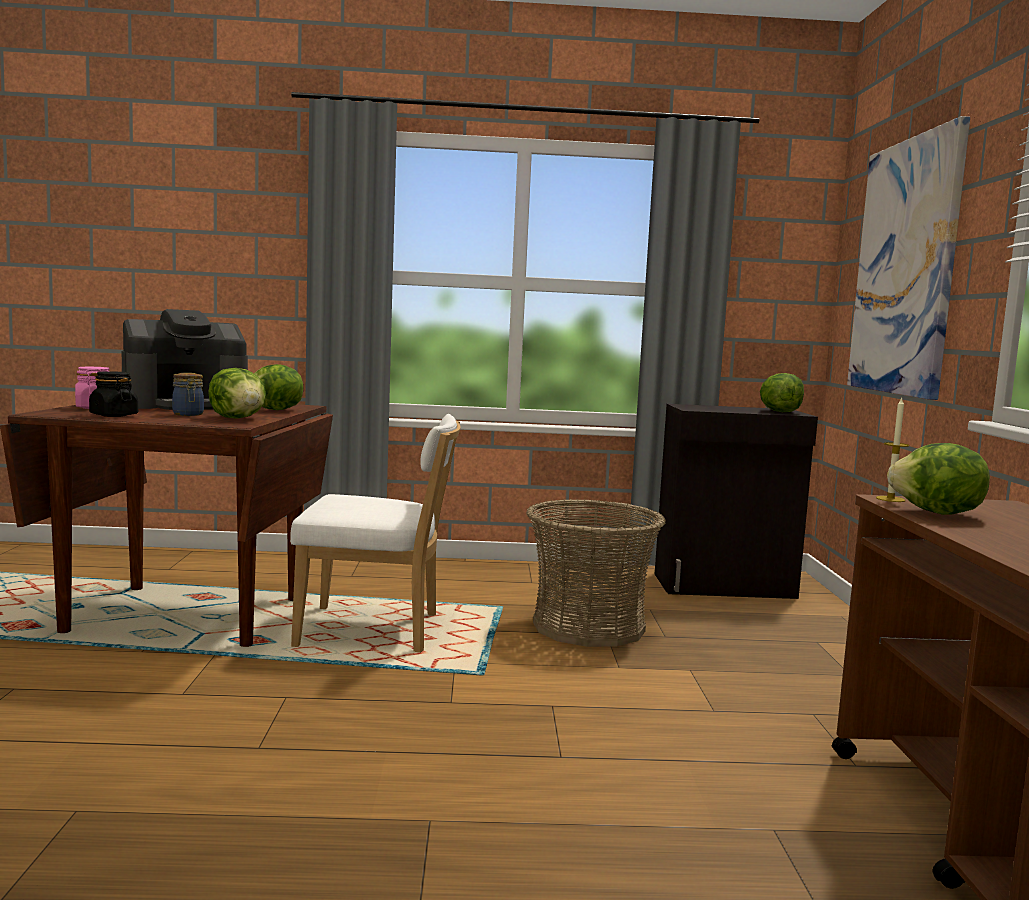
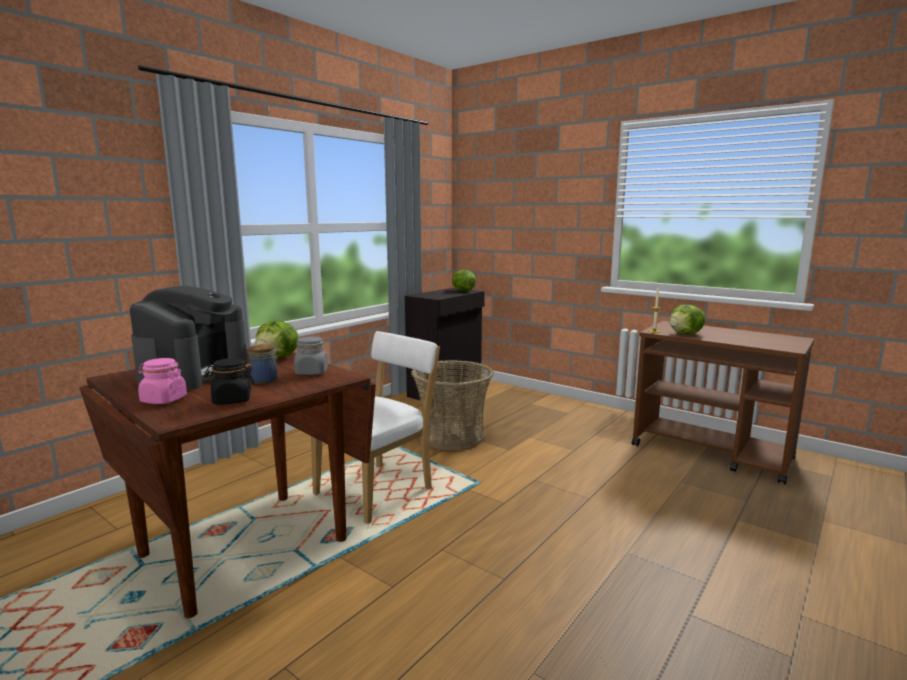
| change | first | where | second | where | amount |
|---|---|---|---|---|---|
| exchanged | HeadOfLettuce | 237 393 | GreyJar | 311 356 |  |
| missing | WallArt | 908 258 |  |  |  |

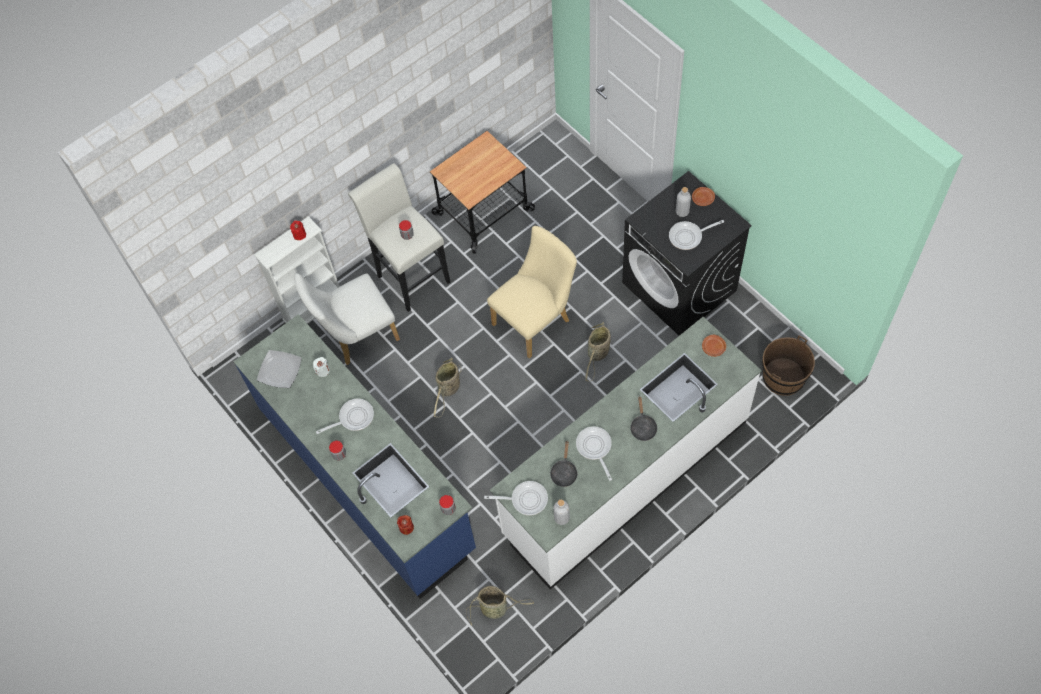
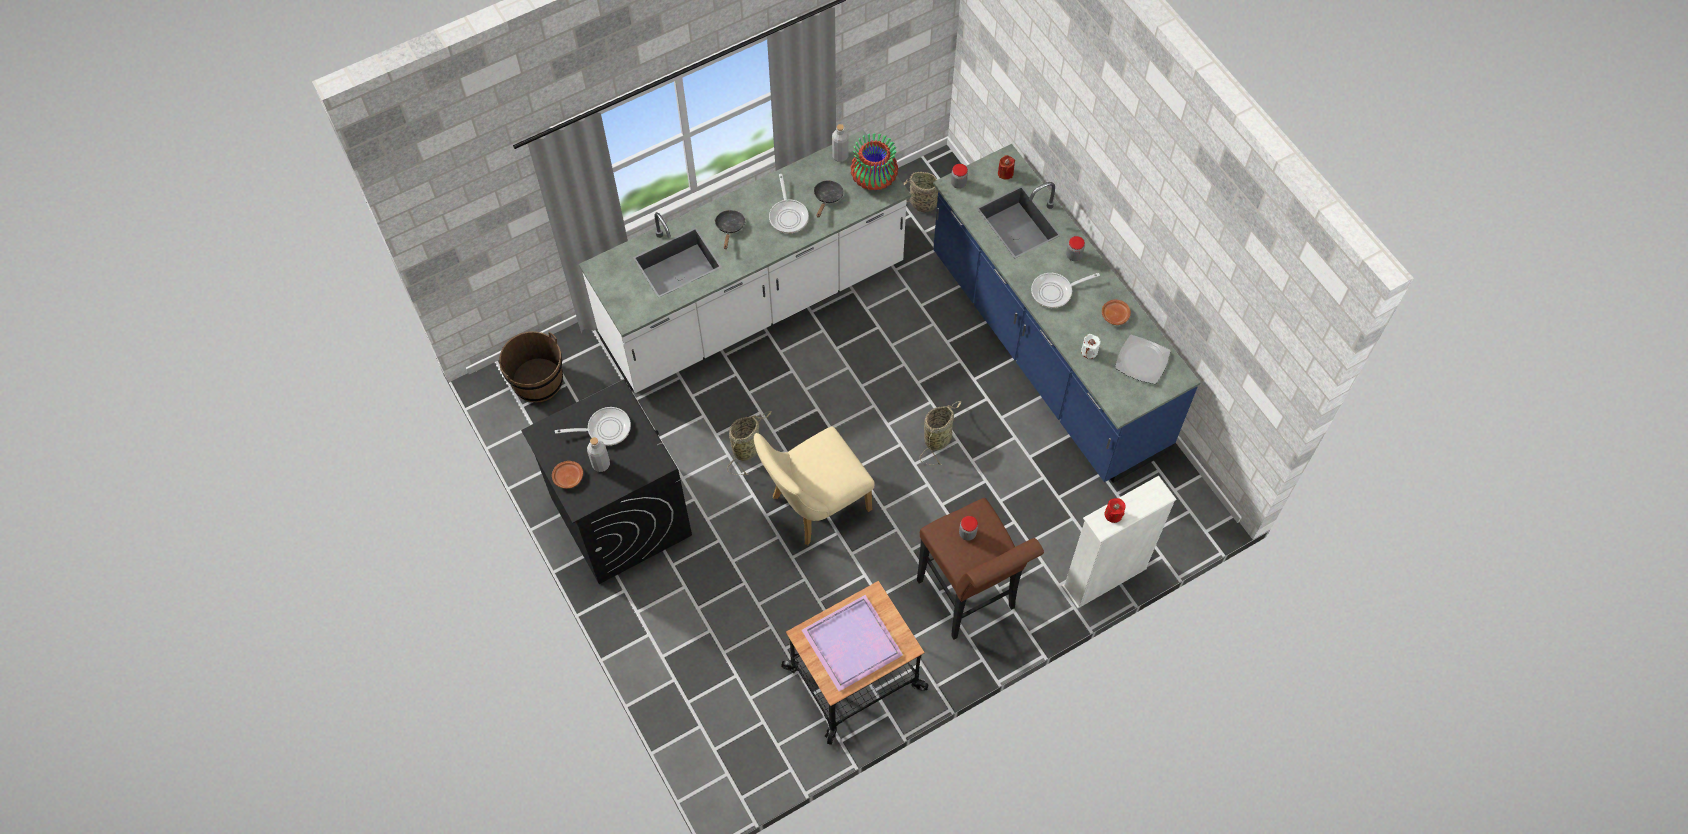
| change | first | where | second | where | amount |
|---|---|---|---|---|---|
| appeared |  |  | PurpleColouredCarryingTray | 852 643 |  |
| exchanged | Skillet | 516 498 | Vase | 874 162 |  |
| colour | WhitishStoolSeat | 399 237 | BrownStoolSeat | 980 568 |  |
| relocated | BrownPlate | 714 346 |  | 1116 312 |  |
| missing | WhitishChair | 347 319 |  |  |  |

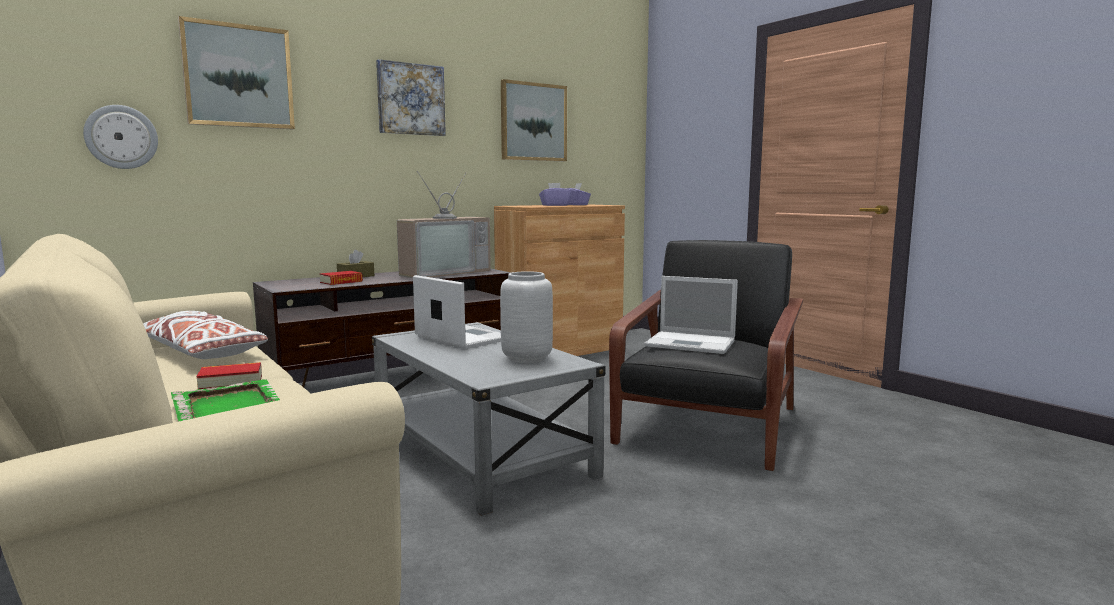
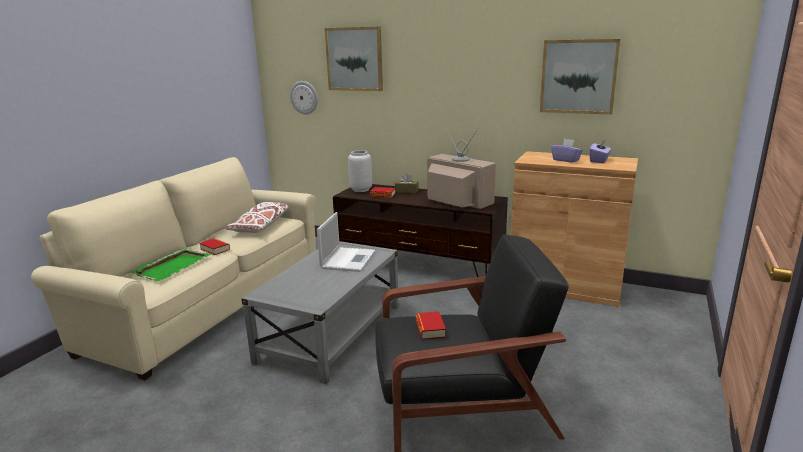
| change | first | where | second | where | amount |
|---|---|---|---|---|---|
| relocated | GreyVase | 526 317 |  | 360 171 |  |
| exchanged | NotebookComputer | 691 315 | BoundBook | 431 325 |  |
| spun | Tv | 444 224 |  | 461 166 | 150 degrees counterclockwise |
| missing | WallArt | 411 97 |  |  |  |

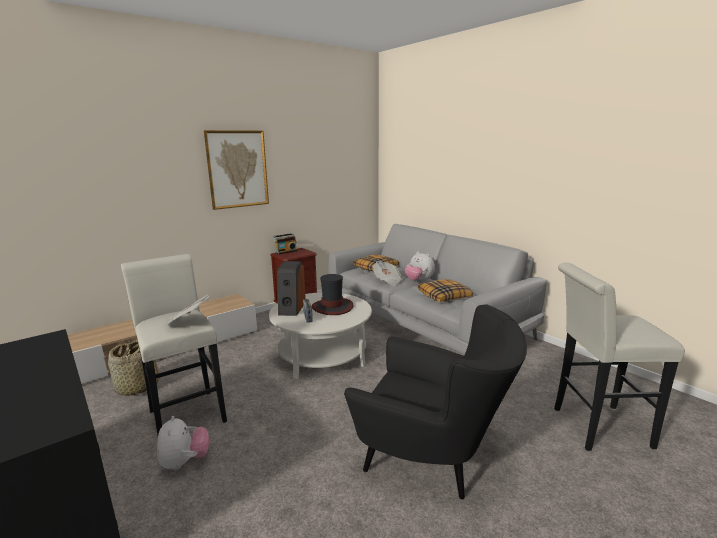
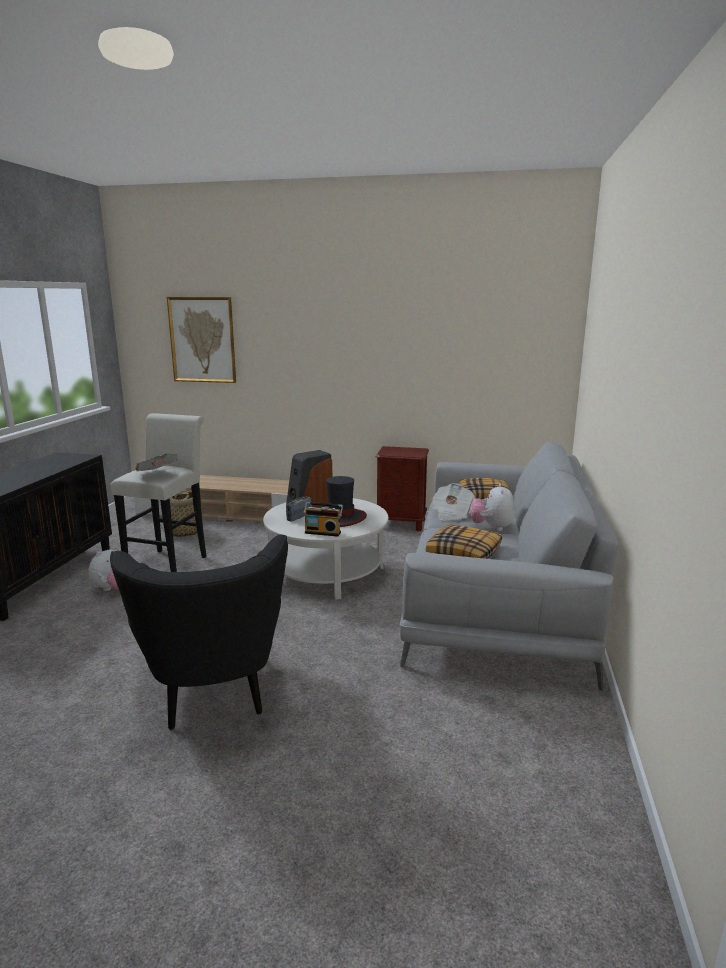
| change | first | where | second | where | amount |
|---|---|---|---|---|---|
| relocated | WallArt | 236 170 |  | 201 340 |  |
| relocated | Radio | 285 243 |  | 323 519 |  |
| missing | WhitishStoolSeat | 619 356 |  |  |  |

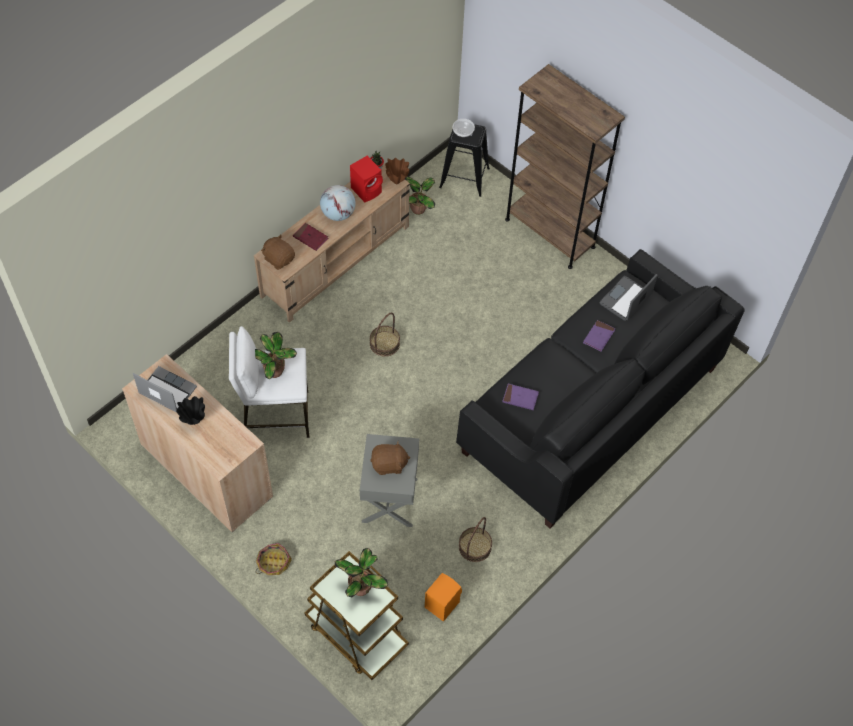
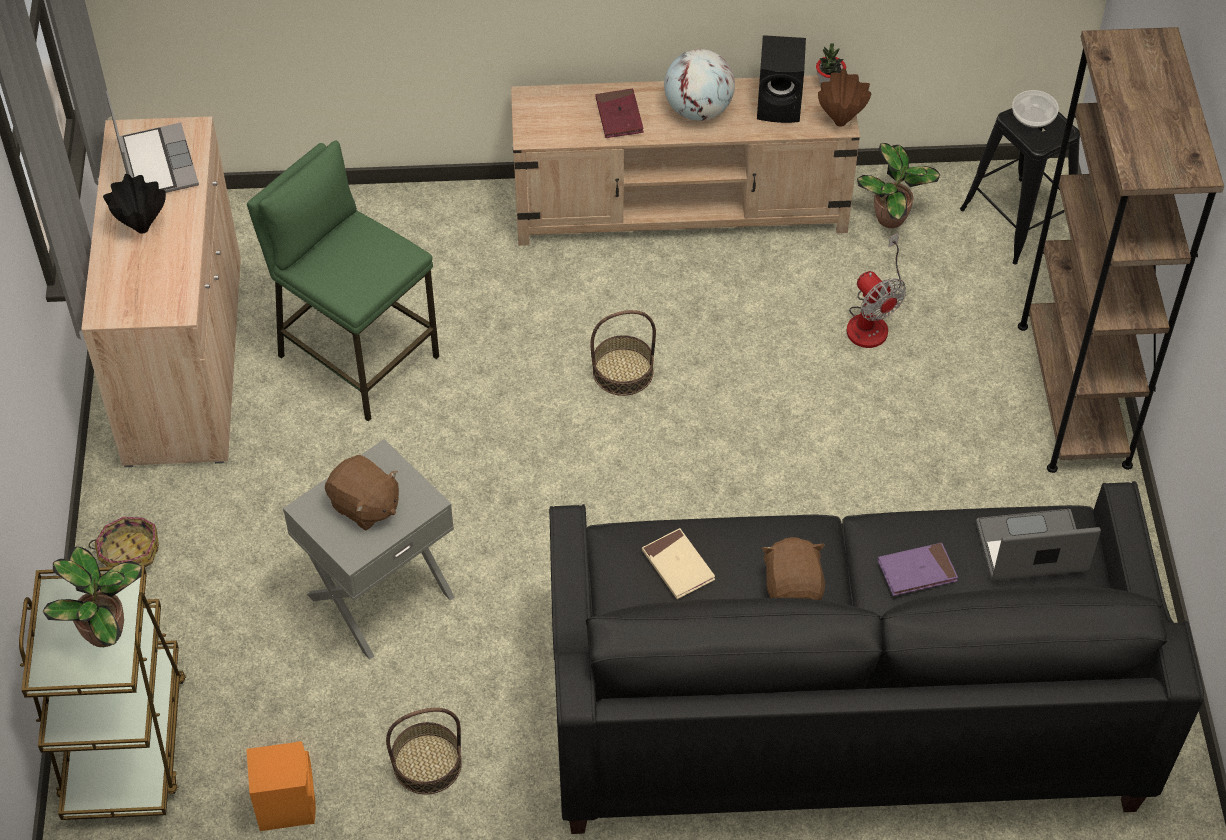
| change | first | where | second | where | amount |
|---|---|---|---|---|---|
| colour | WhitishStoolSeat | 269 382 | GreenishStoolSeat | 343 281 |  |
| colour | PurpleColouredBoundBook | 520 397 | BeigeColouredBoundBook | 678 563 |  |
| colour | RedColouredAudioSpeaker | 366 179 | BlackColouredAudioSpeaker | 781 79 |  |
| relocated | BrownCuddlyToy | 278 252 |  | 793 568 |  |
| appeared |  |  | Fan | 876 290 |  |
| missing | PottedPlant | 276 355 |  |  |  |

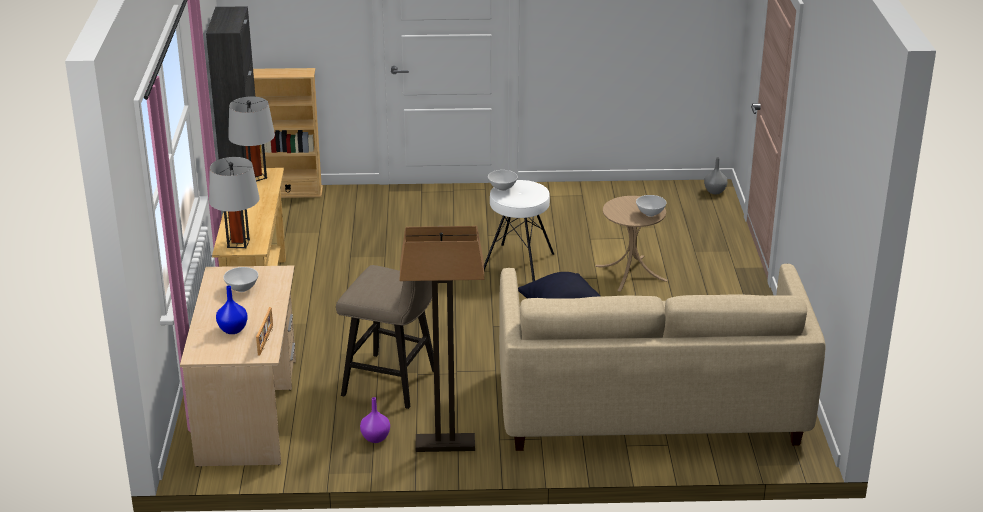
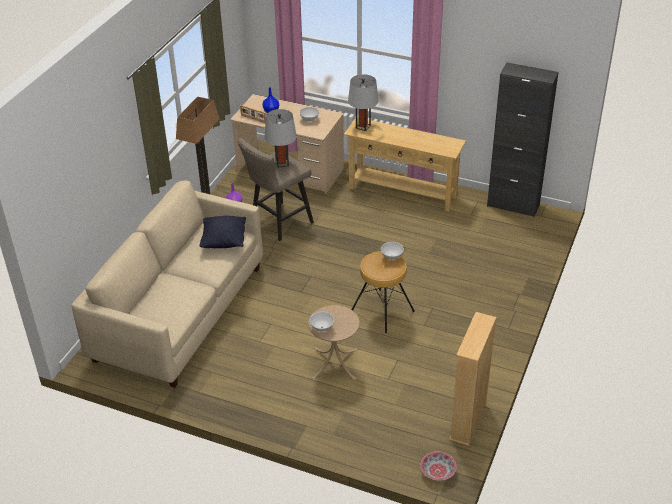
| change | first | where | second | where | amount |
|---|---|---|---|---|---|
| relocated | GreyTabletopLamp | 251 139 |  | 281 138 |  |
| colour | WhitishStoolSeat | 519 230 | BrownStoolSeat | 383 292 |  |
| exchanged | GreyVase | 715 175 | ServingBowl | 438 466 |  |
| relocated | BeigeColouredBookshelf | 288 133 |  | 472 379 |  |

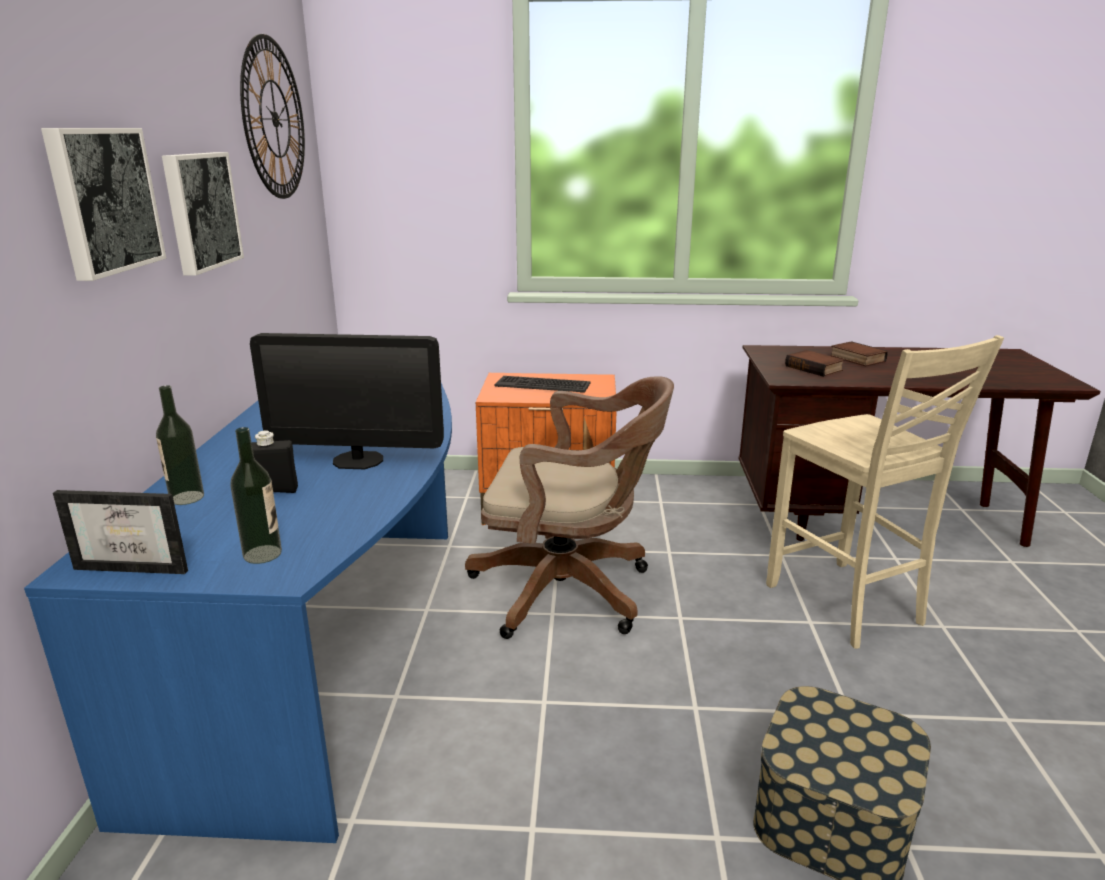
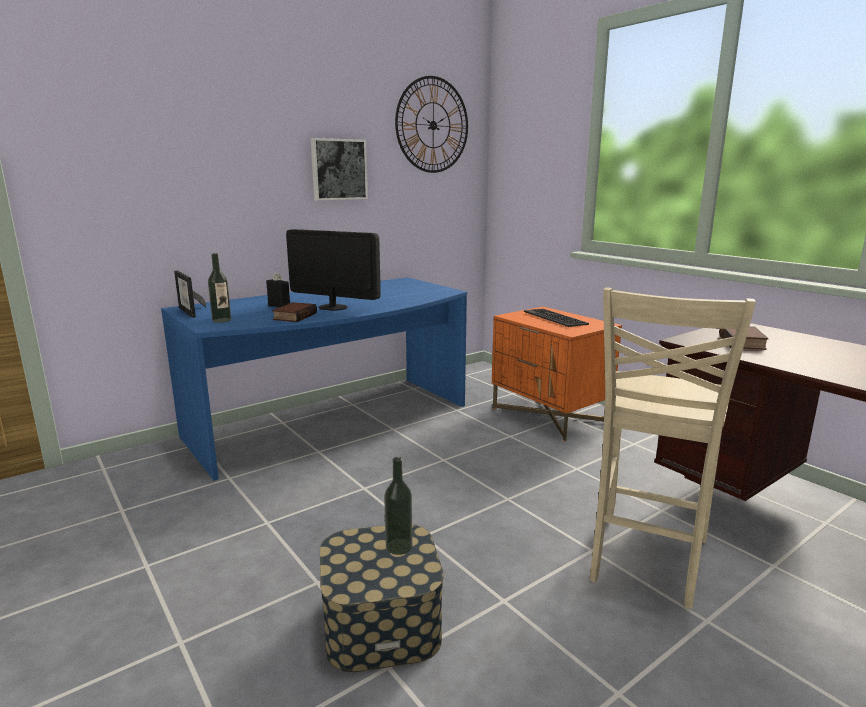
| change | first | where | second | where | amount |
|---|---|---|---|---|---|
| relocated | BoundBook | 859 354 |  | 294 312 |  |
| spun | ComputerScreen | 347 401 |  | 333 270 | 150 degrees clockwise |
| relocated | BeverageBottle | 180 445 |  | 398 506 |  |
| missing | WallArt | 103 204 |  |  |  |
| missing | BrownDeskChair | 569 507 |  |  |  |

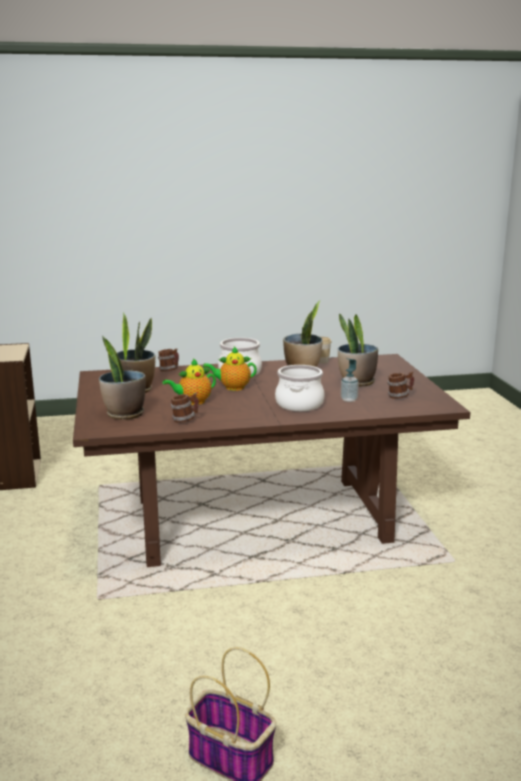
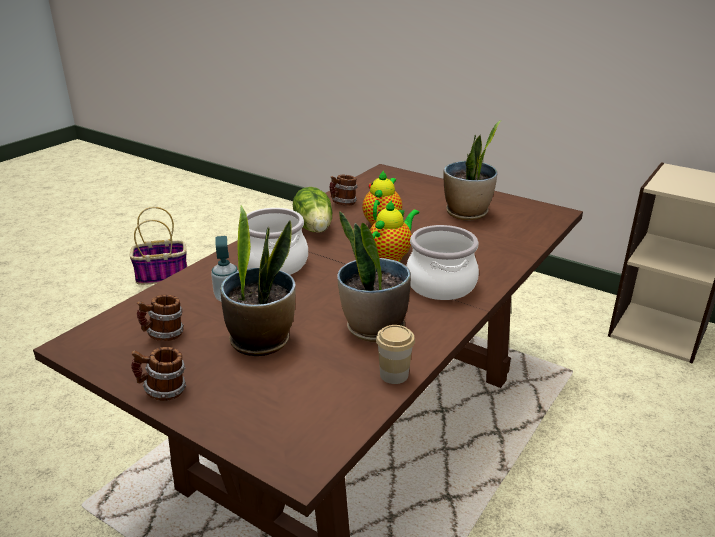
| change | first | where | second | where | amount |
|---|---|---|---|---|---|
| relocated | Mug | 168 360 |  | 158 374 |  |
| appeared |  |  | HeadOfLettuce | 312 210 |  |
| missing | PottedPlant | 122 378 |  |  |  |

